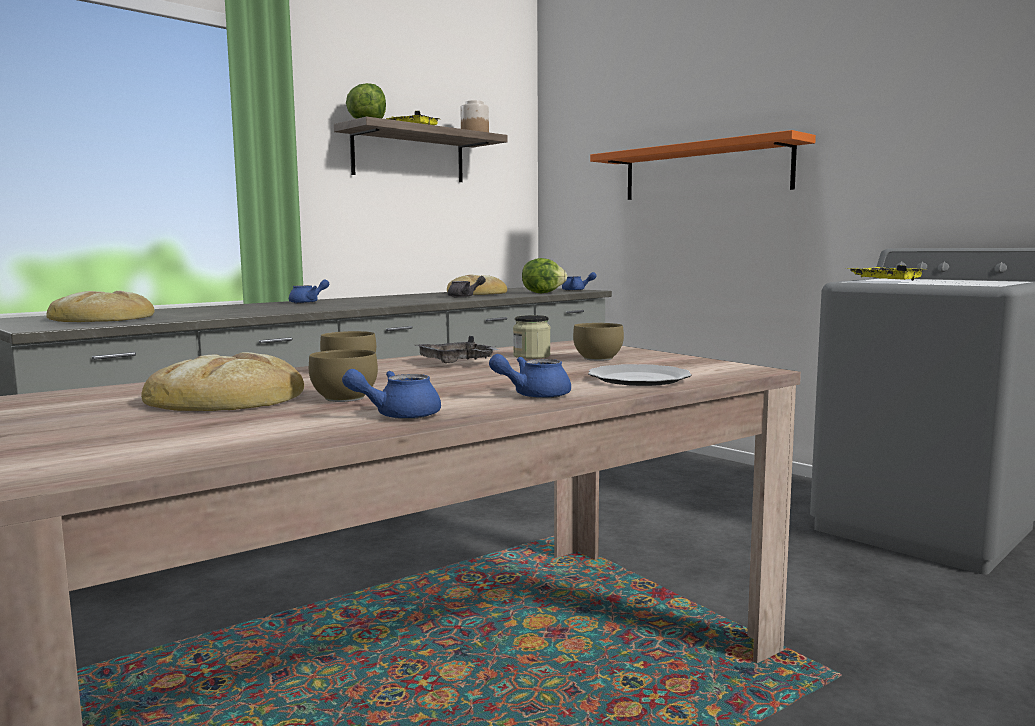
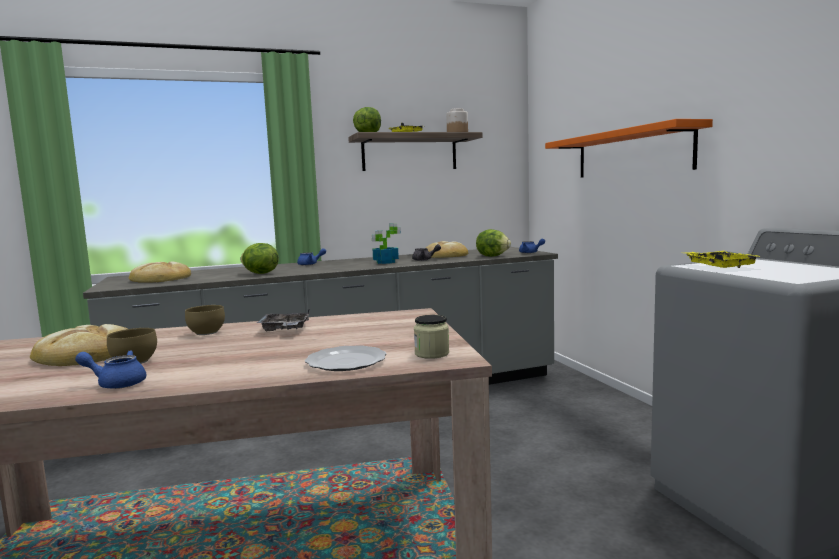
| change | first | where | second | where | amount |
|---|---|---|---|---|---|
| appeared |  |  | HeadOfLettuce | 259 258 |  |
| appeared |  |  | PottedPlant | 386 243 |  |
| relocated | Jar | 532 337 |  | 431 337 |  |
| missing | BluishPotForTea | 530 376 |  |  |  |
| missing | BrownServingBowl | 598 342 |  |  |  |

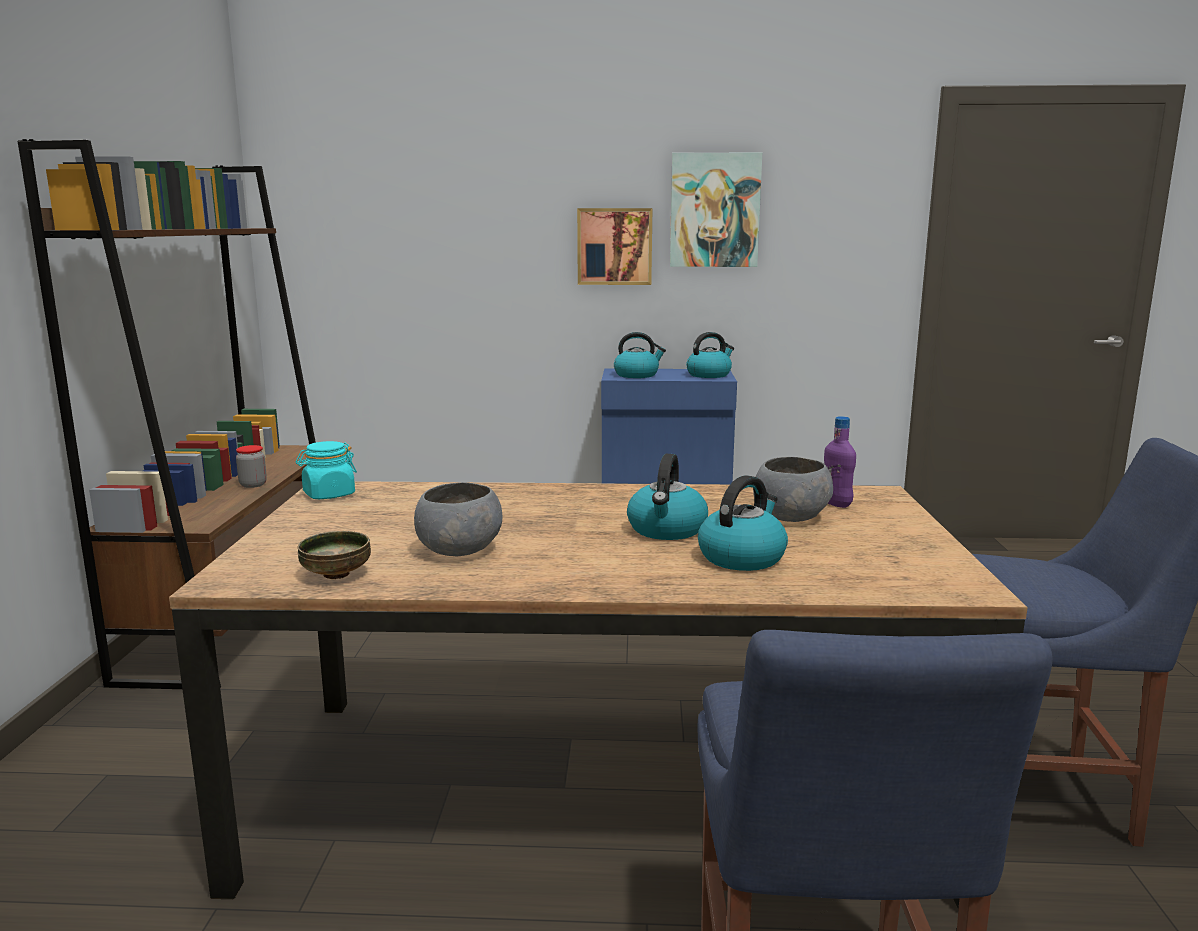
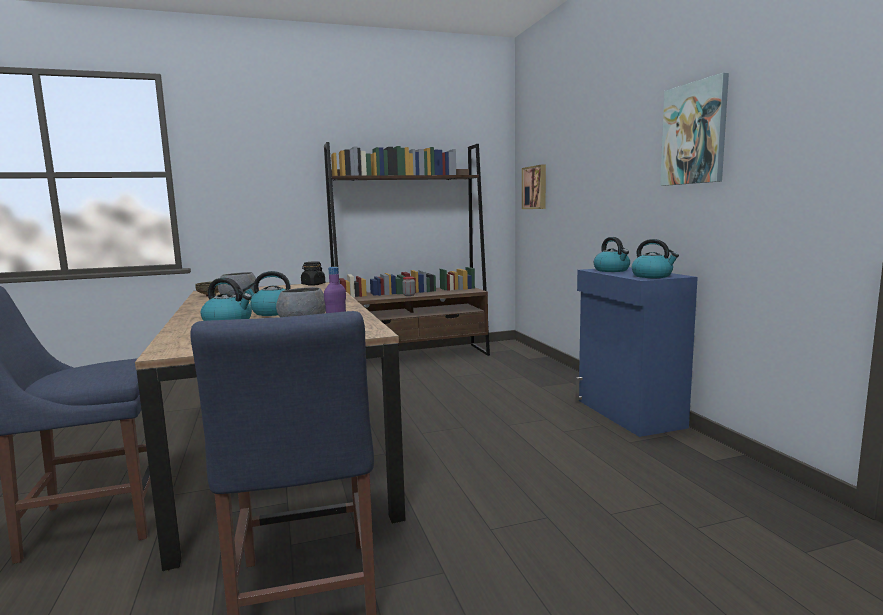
| change | first | where | second | where | amount |
|---|---|---|---|---|---|
| colour | TurquoiseColouredJar | 326 470 | BlackColouredJar | 313 273 |  |
| relocated | WallArt | 614 246 |  | 534 187 |  |

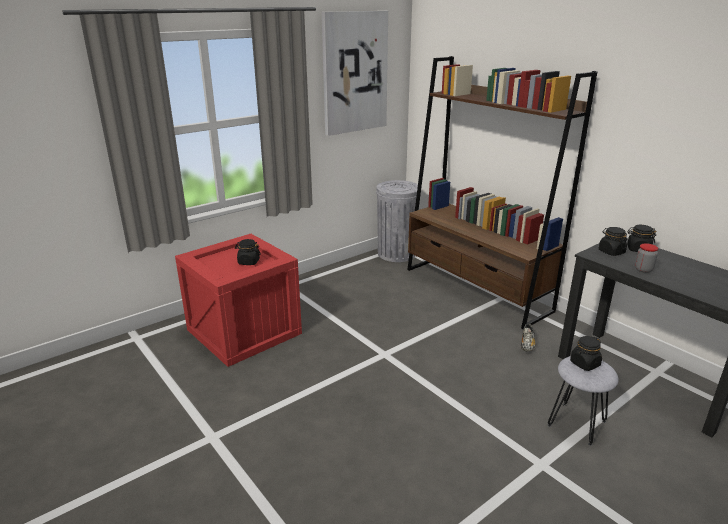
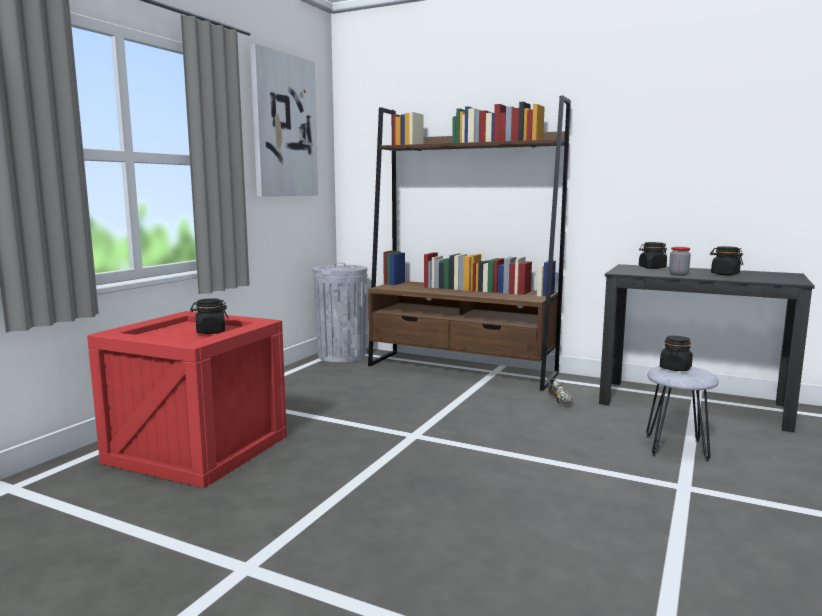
| change | first | where | second | where | amount |
|---|---|---|---|---|---|
| relocated | BlackColouredJar | 613 241 |  | 726 260 |  |

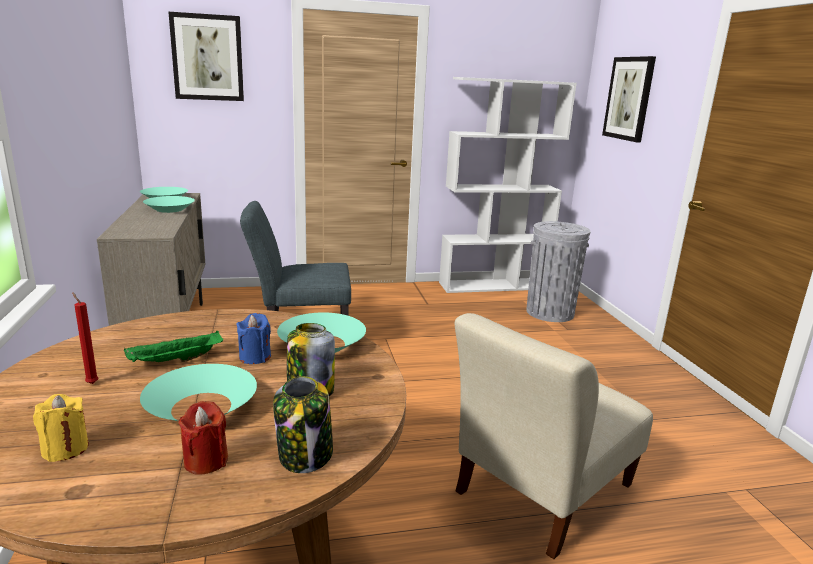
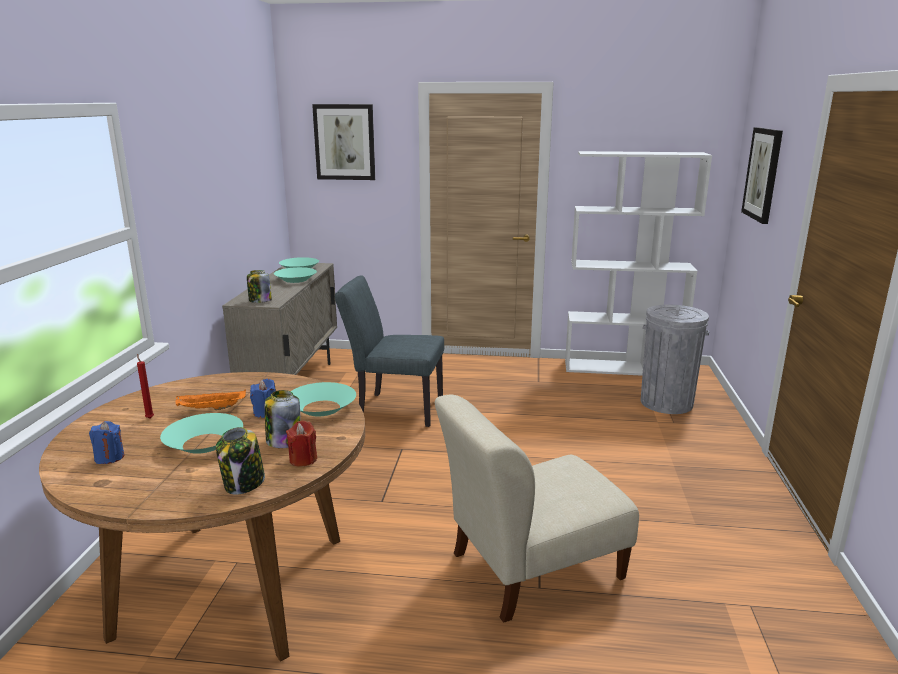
| change | first | where | second | where | amount |
|---|---|---|---|---|---|
| colour | YellowishWaxLight | 61 428 | BluishWaxLight | 106 442 |  |
| colour | GreenishCarryingTray | 173 346 | OrangeColouredCarryingTray | 210 399 |  |
| appeared |  |  | Jar | 259 286 |  |
| relocated | RedColouredWaxLight | 203 437 |  | 301 444 |  |

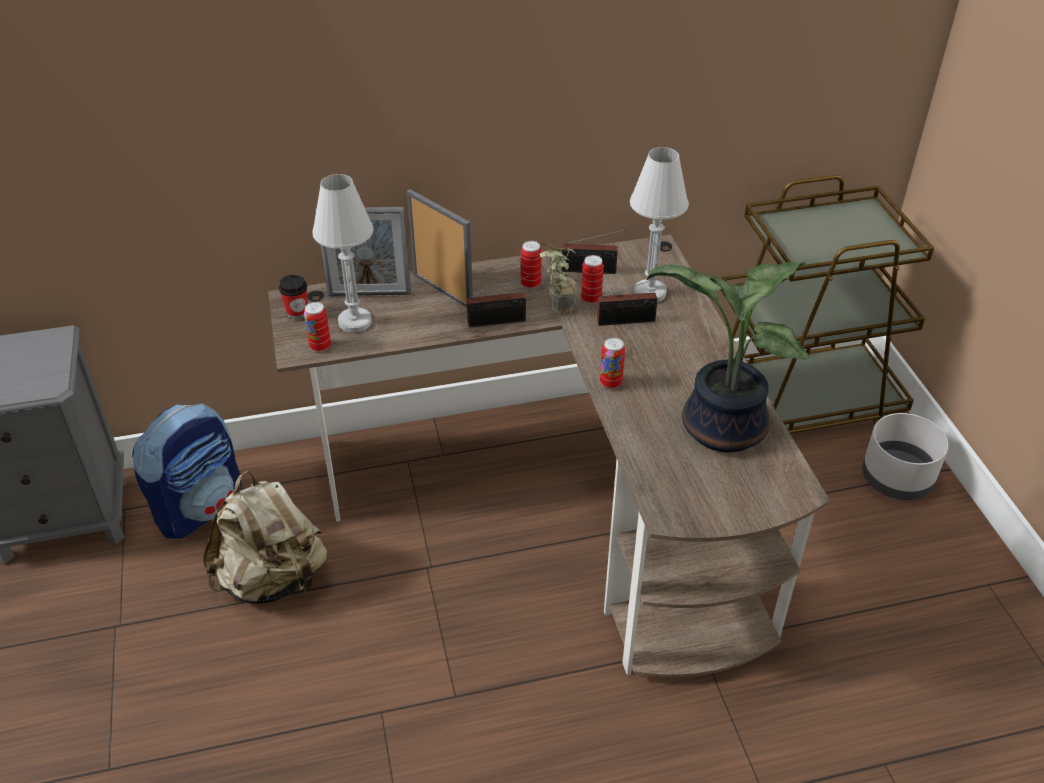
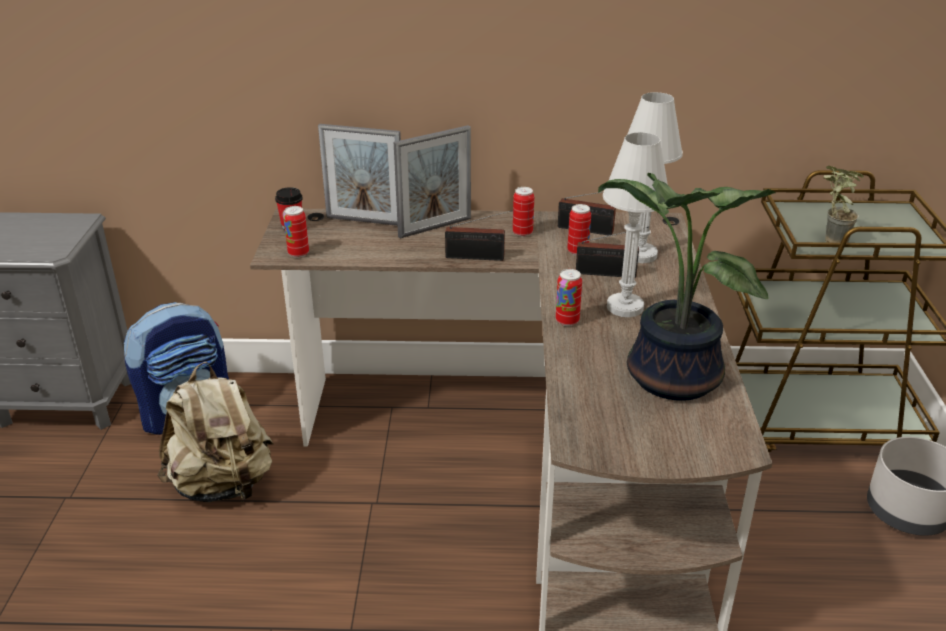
| change | first | where | second | where | amount |
|---|---|---|---|---|---|
| spun | PictureFrame | 440 248 |  | 432 182 | 90 degrees clockwise |
| relocated | WhitishTabletopLamp | 343 253 |  | 635 224 |  |
| relocated | PottedPlant | 558 279 |  | 843 204 |  |

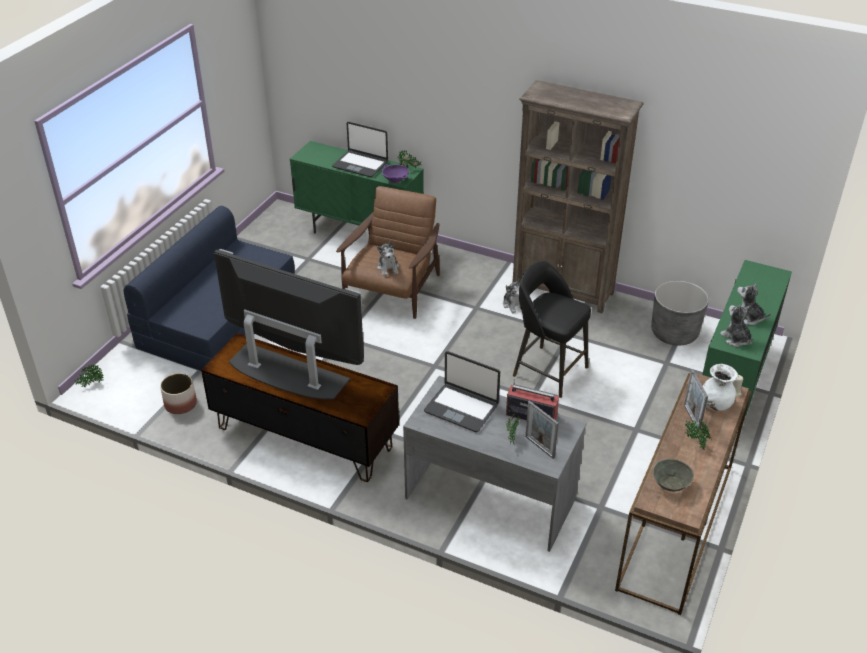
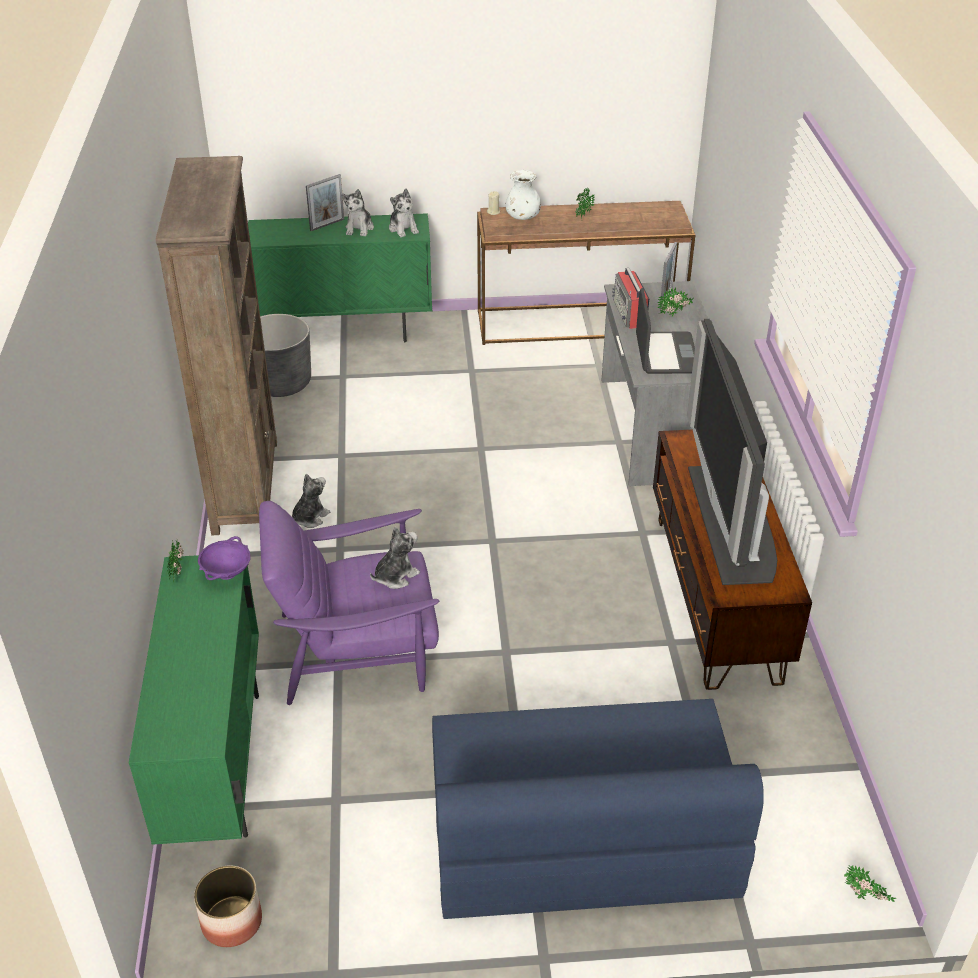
| change | first | where | second | where | amount |
|---|---|---|---|---|---|
| relocated | PlantPot | 178 393 |  | 228 906 |  |
| colour | BrownArmchair | 388 252 | PurpleColouredArmchair | 349 603 |  |
| relocated | PictureFrame | 696 400 |  | 325 202 |  |
| spun | CuddlyToy | 736 326 |  | 404 212 | 60 degrees counterclockwise |
| missing | NotebookComputer | 360 149 |  |  |  |
| missing | BlackColouredStoolSeat | 552 329 |  |  |  |
| missing | GreyServingBowl | 673 475 |  |  |  |

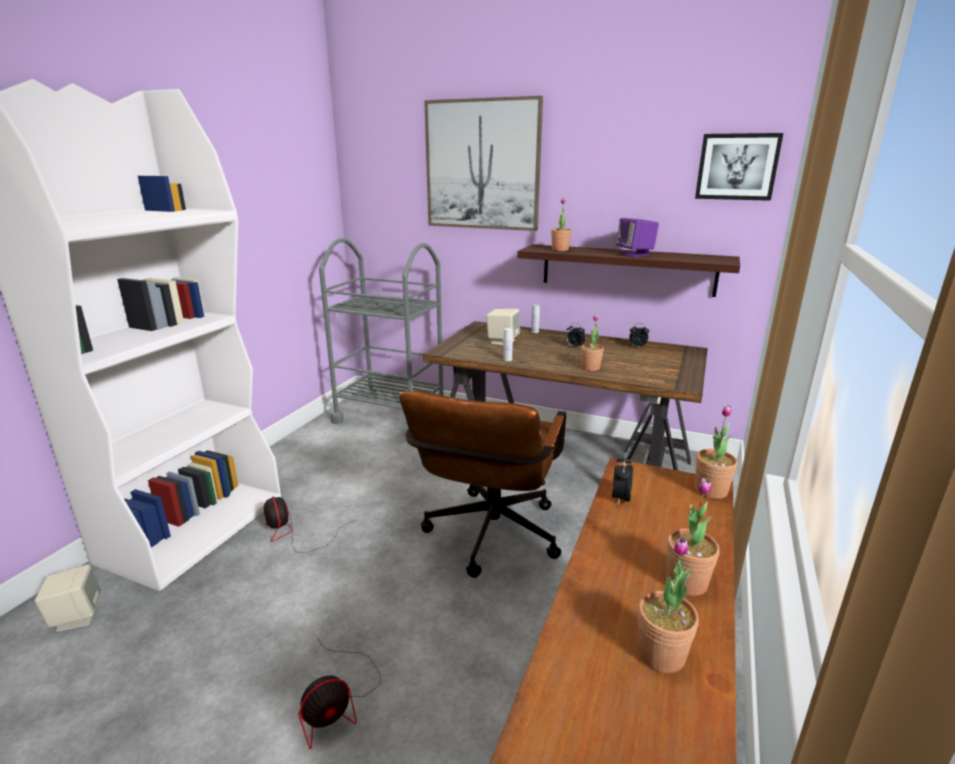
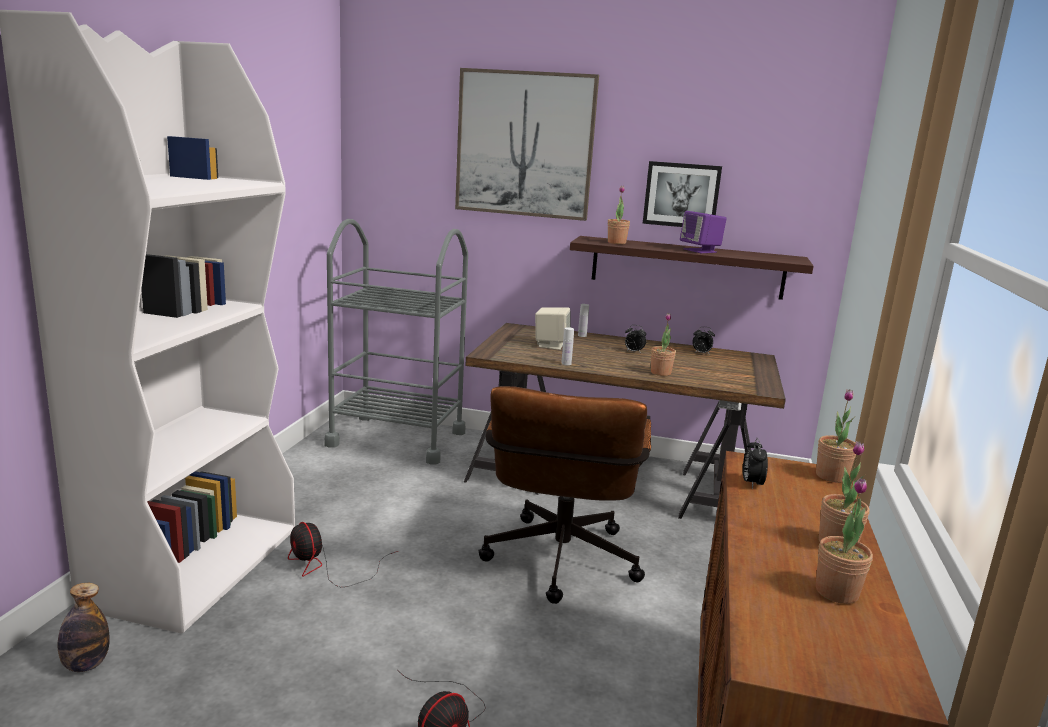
| change | first | where | second | where | amount |
|---|---|---|---|---|---|
| exchanged | BeigeColouredAudioSpeaker | 68 598 | BeverageBottle | 83 627 |  |
| relocated | WallArt | 739 167 |  | 682 194 |  |

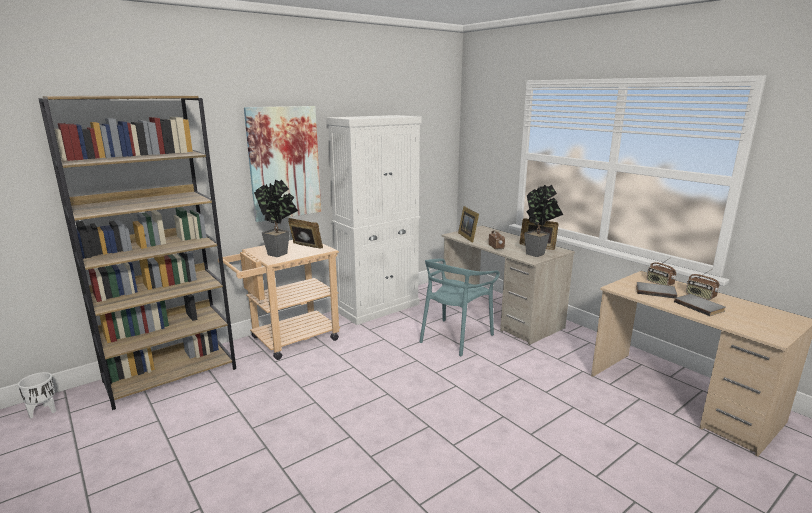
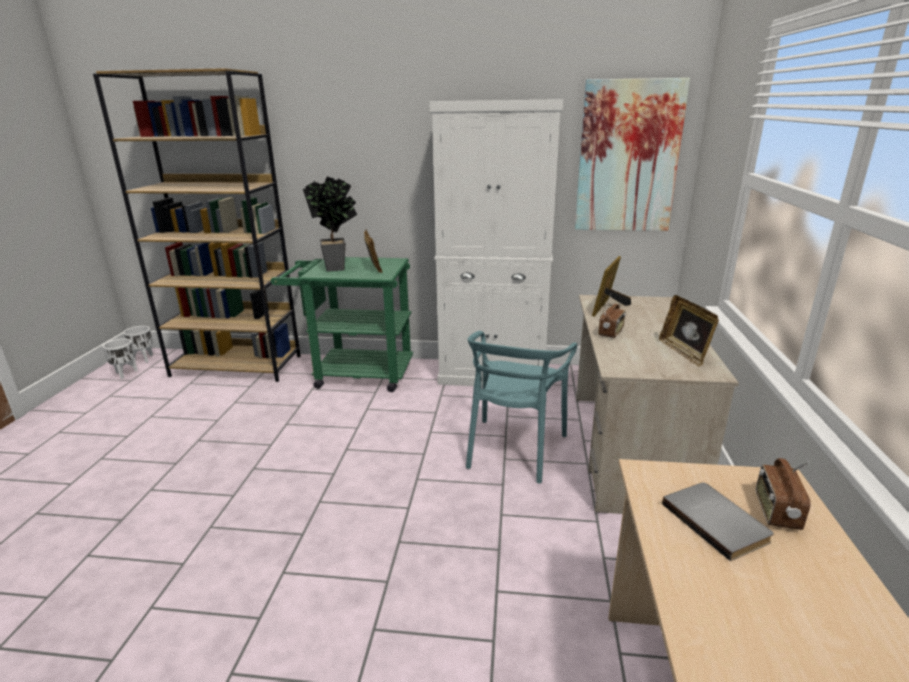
| change | first | where | second | where | amount |
|---|---|---|---|---|---|
| appeared |  |  | WhitishPlantPot | 120 359 |  |
| colour | BeigeColouredWheeledCart | 279 300 | GreenishWheeledCart | 342 324 |  |
| spun | TurquoiseColouredChair | 459 307 |  | 521 407 | 60 degrees counterclockwise |
| relocated | WallArt | 282 164 |  | 632 154 |  |
| missing | PottedPlant | 543 221 |  |  |  |
| missing | GreyBoundBook | 700 305 |  |  |  |
| missing | Radio | 703 284 |  |  |  |

